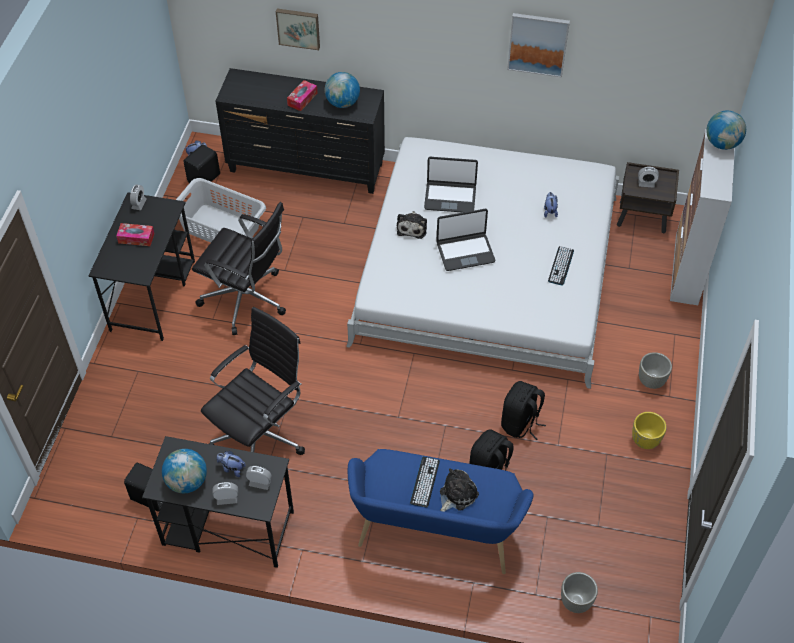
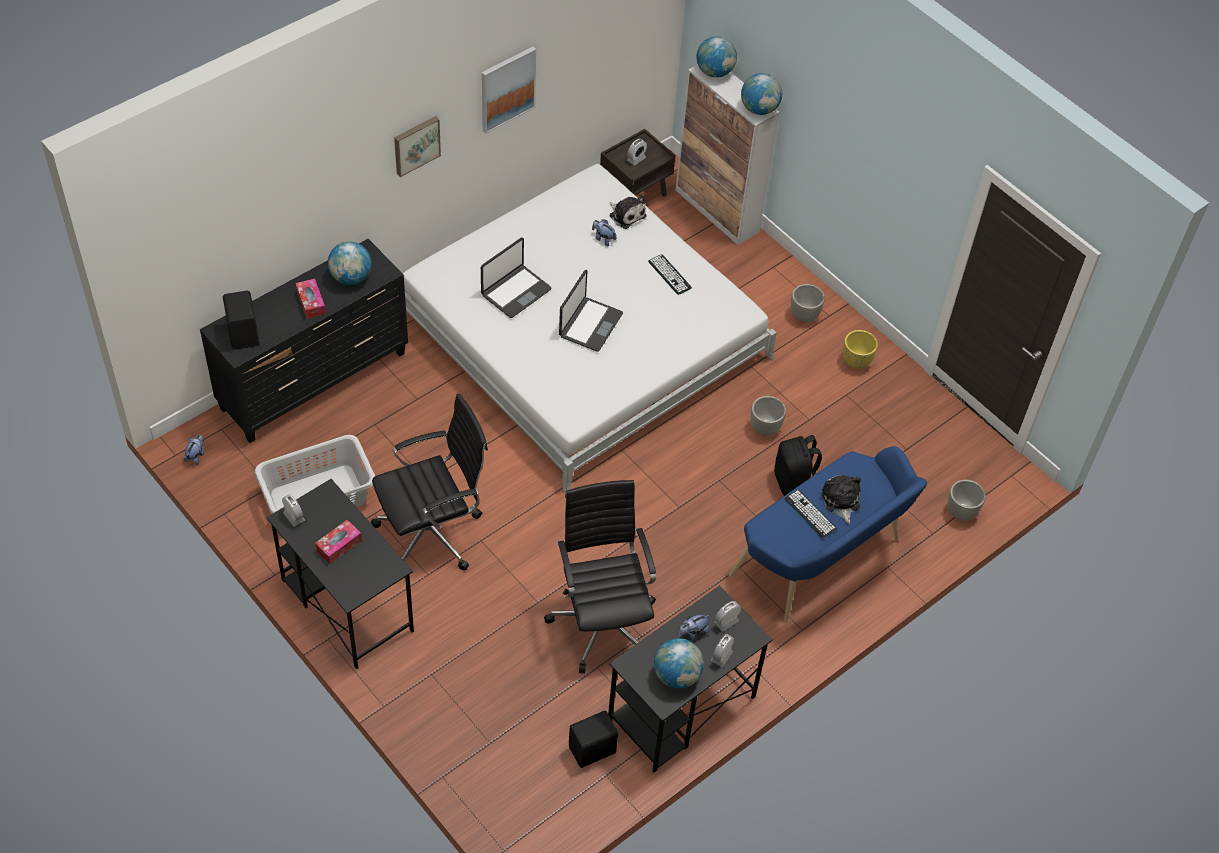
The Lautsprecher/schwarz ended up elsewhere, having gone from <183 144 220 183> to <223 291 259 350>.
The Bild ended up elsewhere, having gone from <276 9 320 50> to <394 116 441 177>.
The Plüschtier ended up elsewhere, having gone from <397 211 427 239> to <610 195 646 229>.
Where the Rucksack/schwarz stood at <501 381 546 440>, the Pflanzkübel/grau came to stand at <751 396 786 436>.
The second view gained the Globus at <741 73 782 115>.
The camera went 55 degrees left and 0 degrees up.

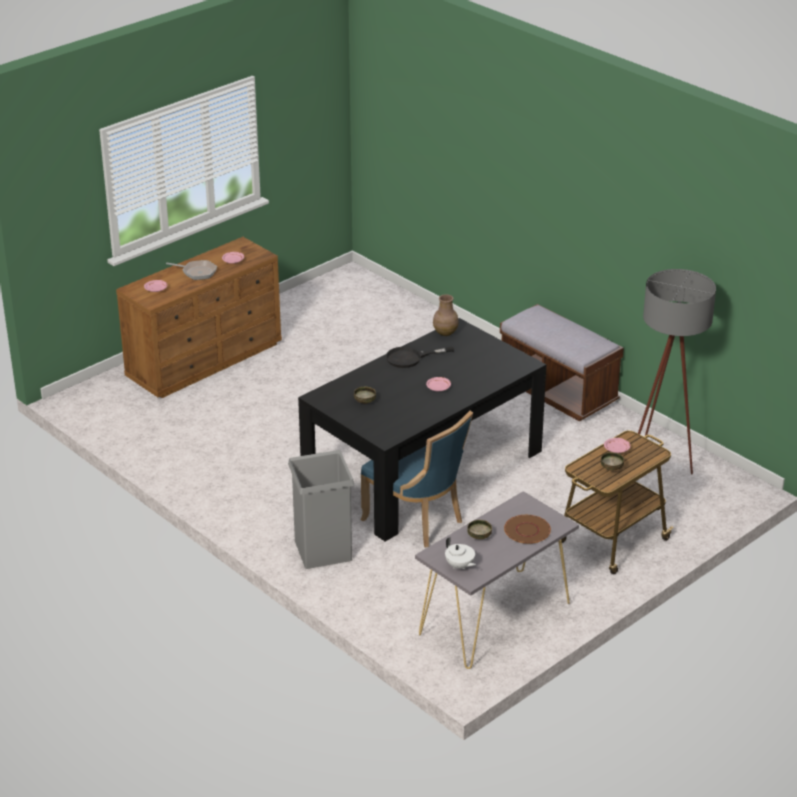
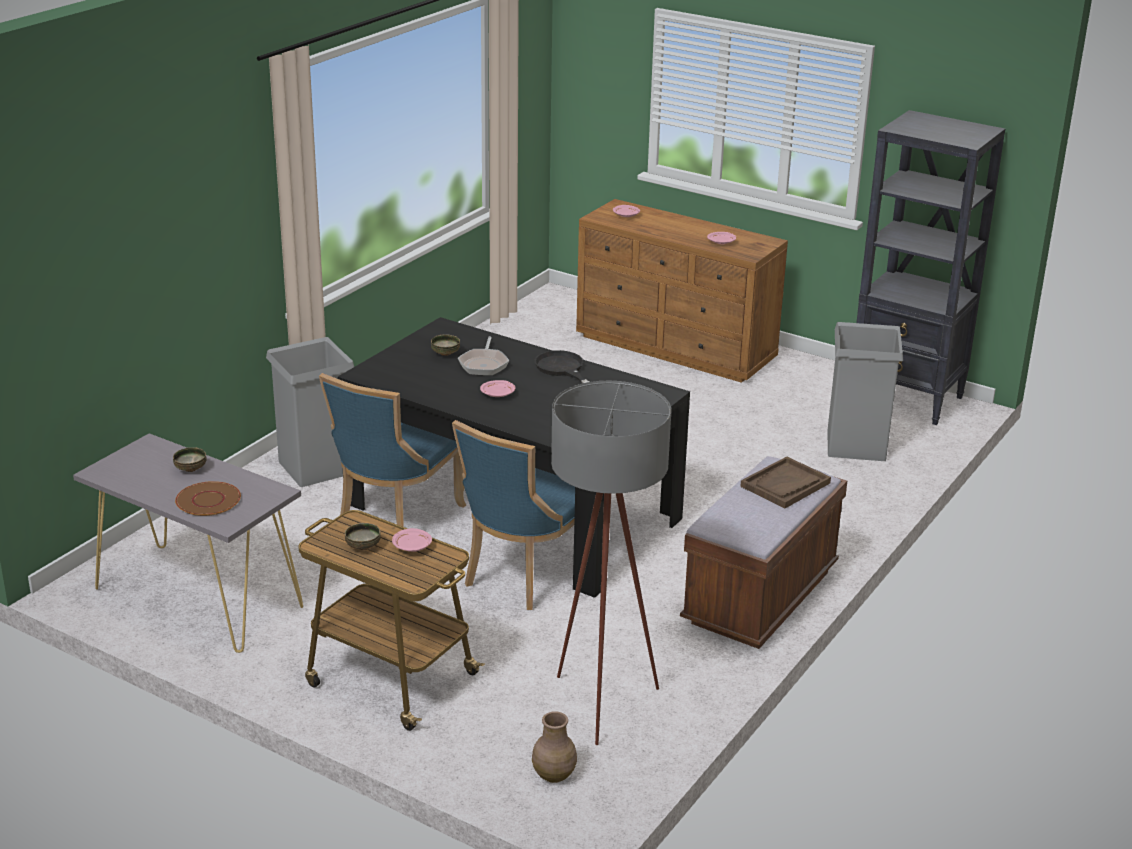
The Pfanne ended up elsewhere, having gone from <166 260 217 280> to <458 336 509 376>.
The Vase/braun ended up elsewhere, having gone from <433 294 459 336> to <532 711 577 783>.
The second view lost the Teekanne/weiß at <445 537 476 570>.
The second view gained the Stuhl/blau at <452 420 575 610>.
The second view gained the Tablett/braun at <740 456 831 509>.
The second view gained the Mülleimer/grau at <827 322 903 461>.
The second view gained the Bücherregal/schwarz at <856 110 1005 425>.
The camera went 75 degrees right and 5 degrees down.

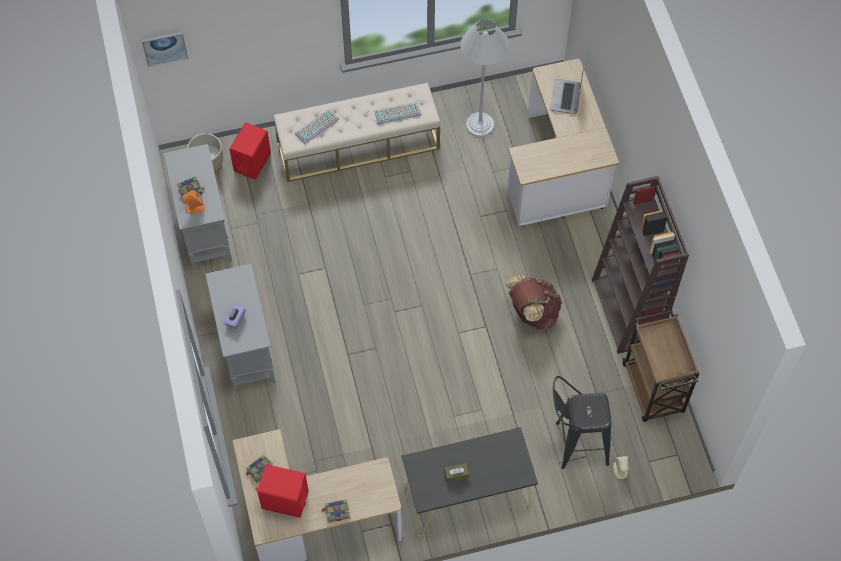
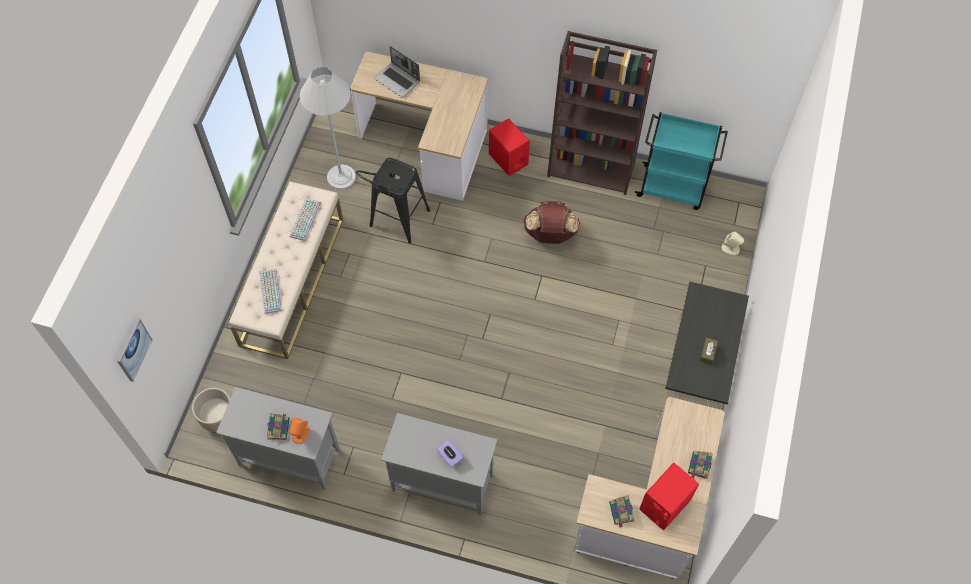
The Lautsprecher/rot ended up elsewhere, having gone from <229 123 271 180> to <489 118 530 176>.
The Hocker/schwarz ended up elsewhere, having gone from <553 376 611 469> to <356 158 430 243>.
What was the Rollwagen/braun at <622 310 700 422> turned into the Rollwagen/türkis at <635 112 728 210>.
The camera went 60 degrees left and 0 degrees up.

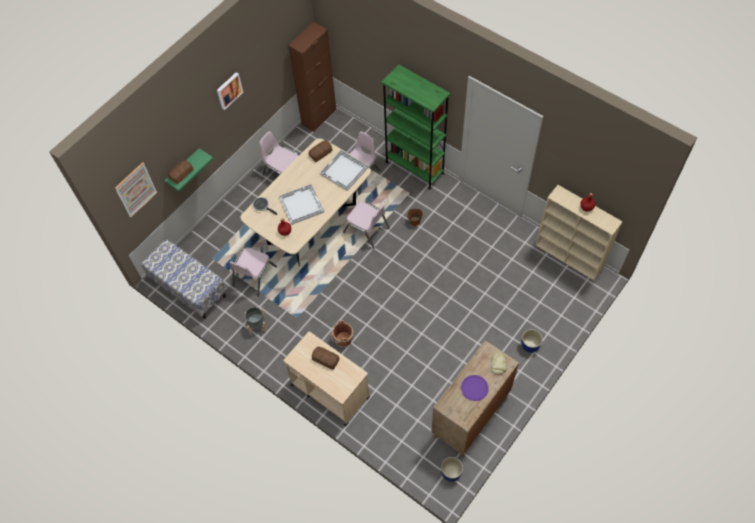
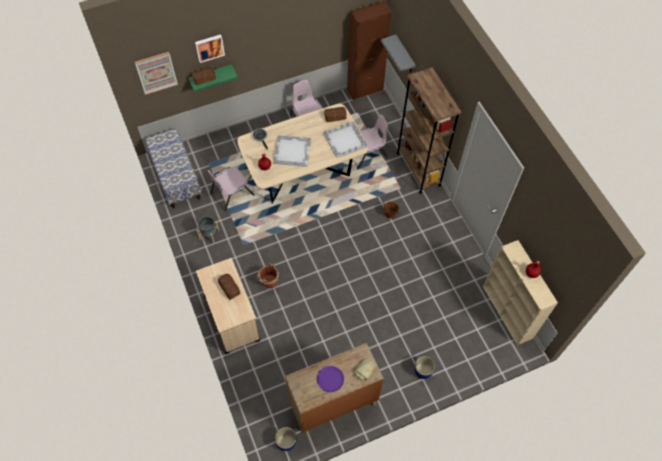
The Bild ended up elsewhere, having gone from <217 73 243 110> to <195 34 225 63>.
The second view lost the Stuhl/rosa at <343 201 390 249>.
What was the Bücherregal/grün at <381 64 450 189> turned into the Bücherregal/braun at <396 67 461 194>.
The second view gained the Wandregal/grau at <381 35 416 72>.
The camera went 25 degrees right and 0 degrees up.

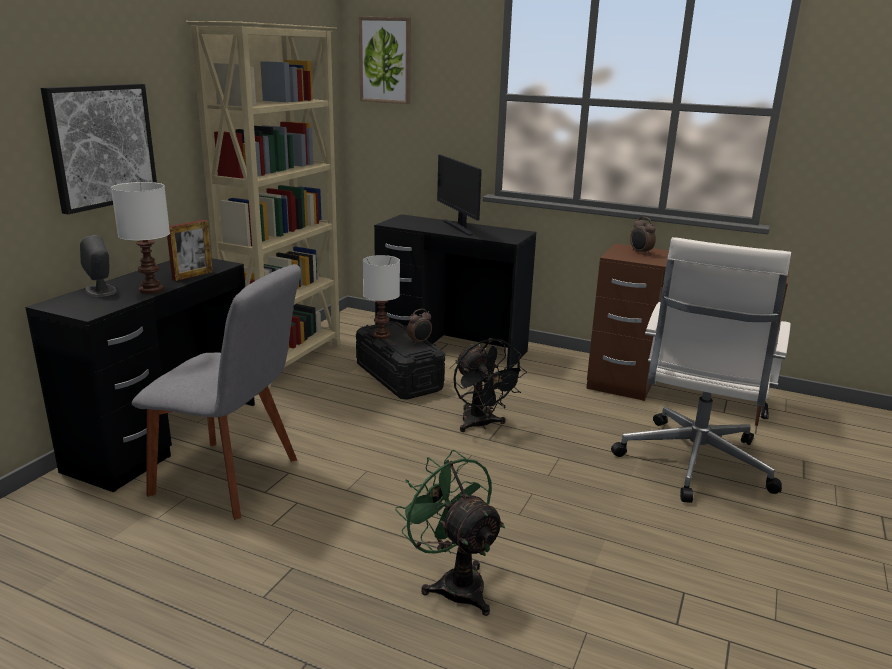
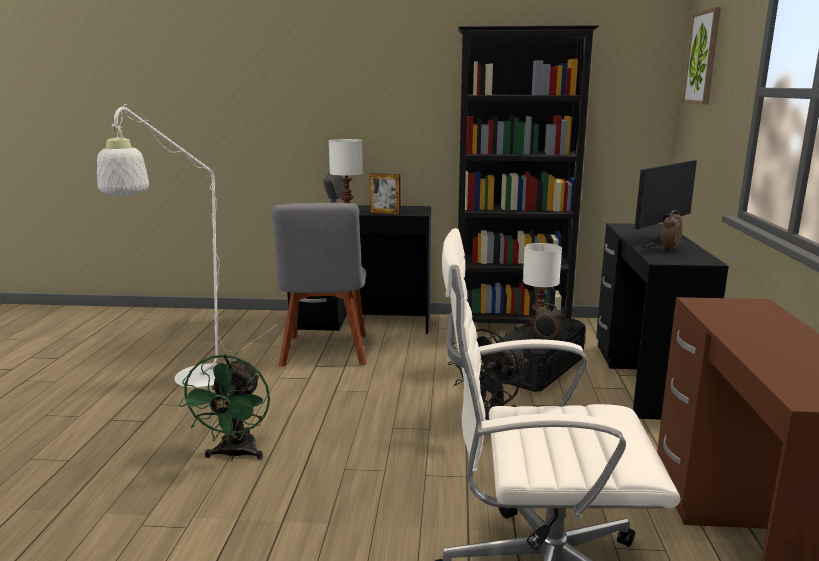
The second view lost the Bild at <41 84 157 214>.
What was the Bücherregal/beige at <186 21 340 388> turned into the Bücherregal/schwarz at <458 25 599 324>.
The Ventilator/grün at <395 450 505 616> ended up facing another way, 150 degrees clockwise from before.
The Wecker ended up elsewhere, having gone from <630 217 656 255> to <660 210 682 251>.
The second view gained the Stehlampe/weiß at <97 104 276 388>.
The camera went 70 degrees right and 5 degrees down.

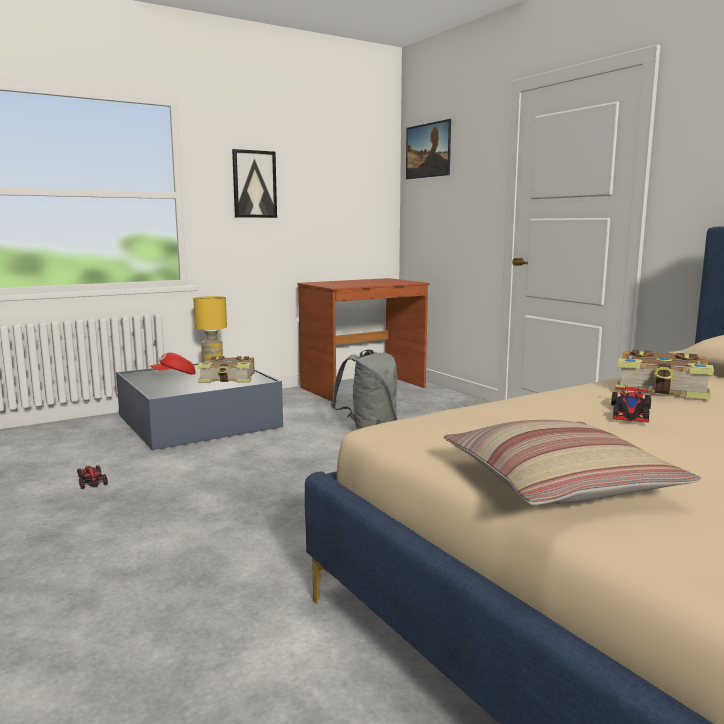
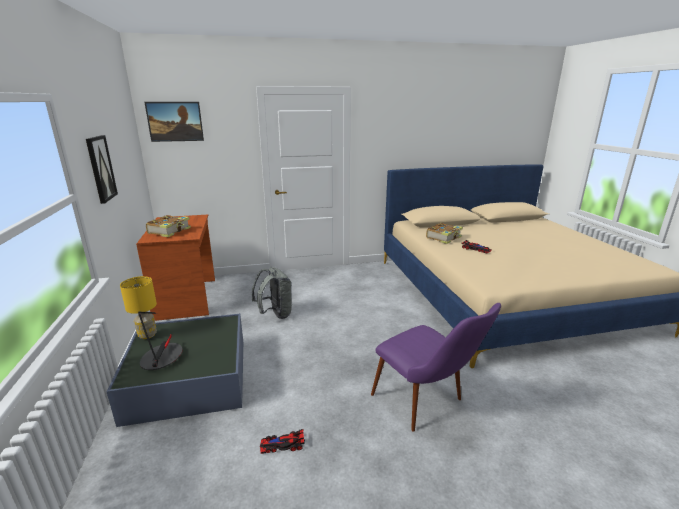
Where the Kappe/rot stood at <150 353 195 375>, the Tischlampe came to stand at <138 312 182 370>.
The Buch ended up elsewhere, having gone from <197 356 254 383> to <146 215 191 237>.
The second view lost the Kissen at <443 420 701 506>.
The second view gained the Stuhl/lila at <371 303 501 432>.
The camera went 70 degrees left and 10 degrees up.

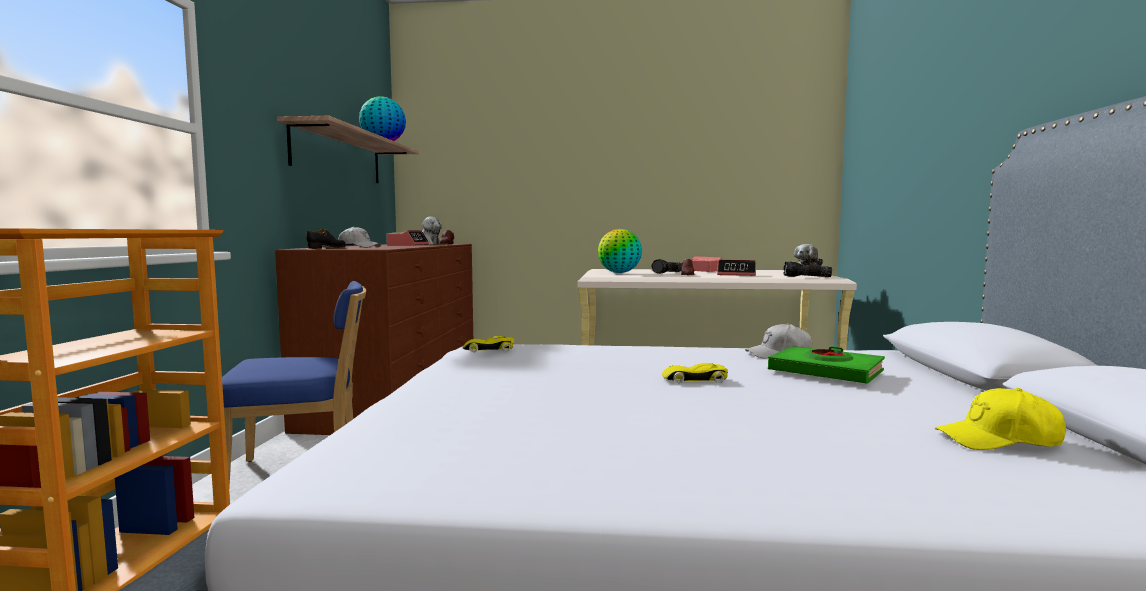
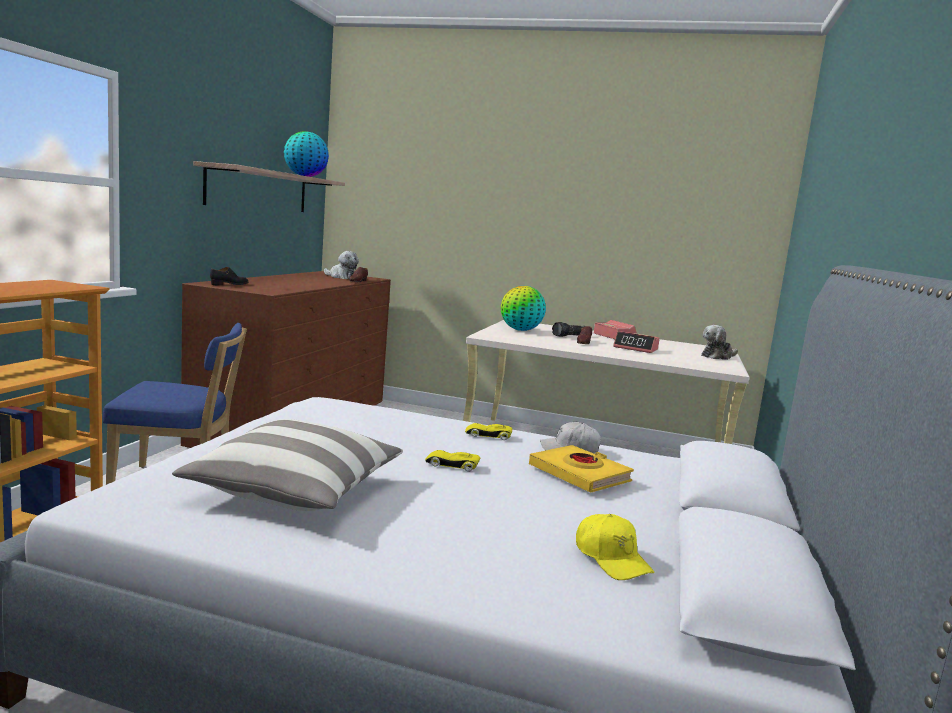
The second view lost the Kappe/weiß at <338 226 381 248>.
The second view lost the Wecker at <386 230 429 246>.
The Spielzeugauto/gelb ended up elsewhere, having gone from <463 336 514 352> to <465 423 512 440>.
What was the Buch/grün at <768 346 885 384> turned into the Buch/gelb at <529 445 634 493>.
The second view lost the Taschenlampe at <783 261 832 277>.
The Kappe/gelb at <935 388 1066 450> ended up facing another way, 135 degrees counterclockwise from before.
The second view gained the Kissen at <172 419 403 511>.
The camera went 10 degrees right and 5 degrees up.

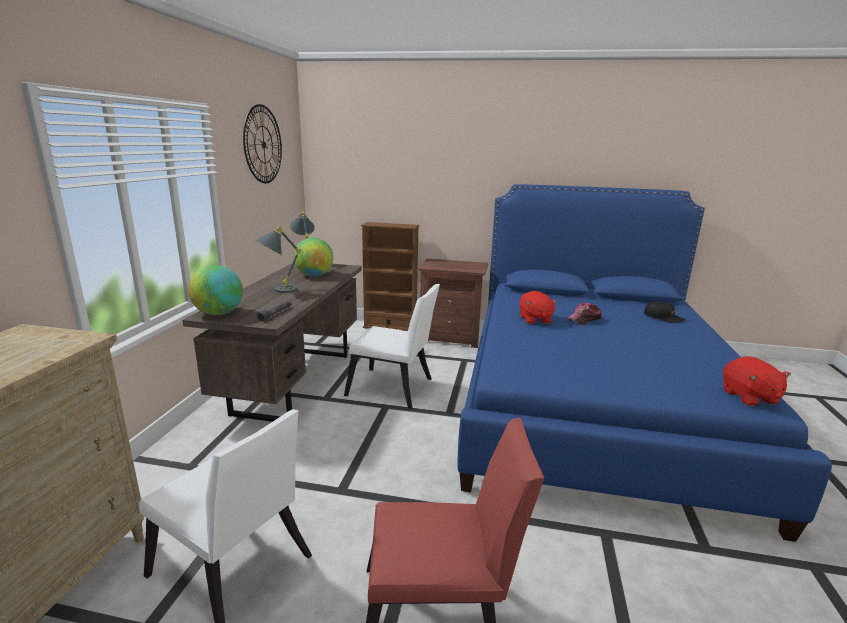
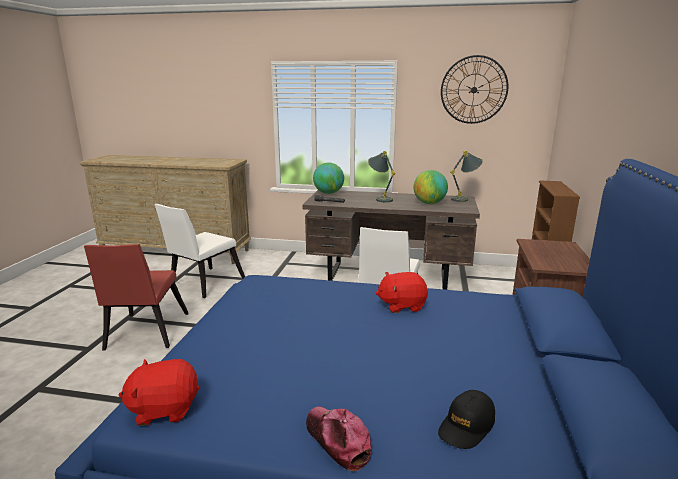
The Kappe ended up elsewhere, having gone from <566 303 602 325> to <306 406 372 472>.
The camera went 90 degrees right and 0 degrees up.

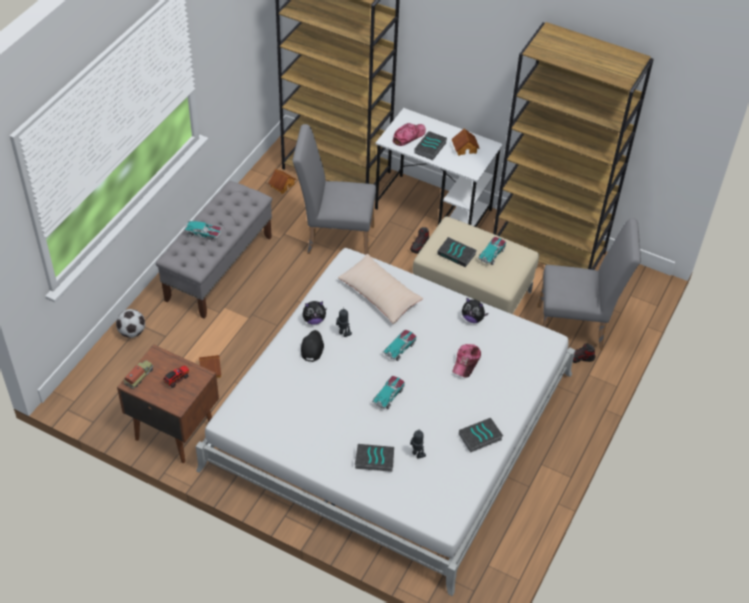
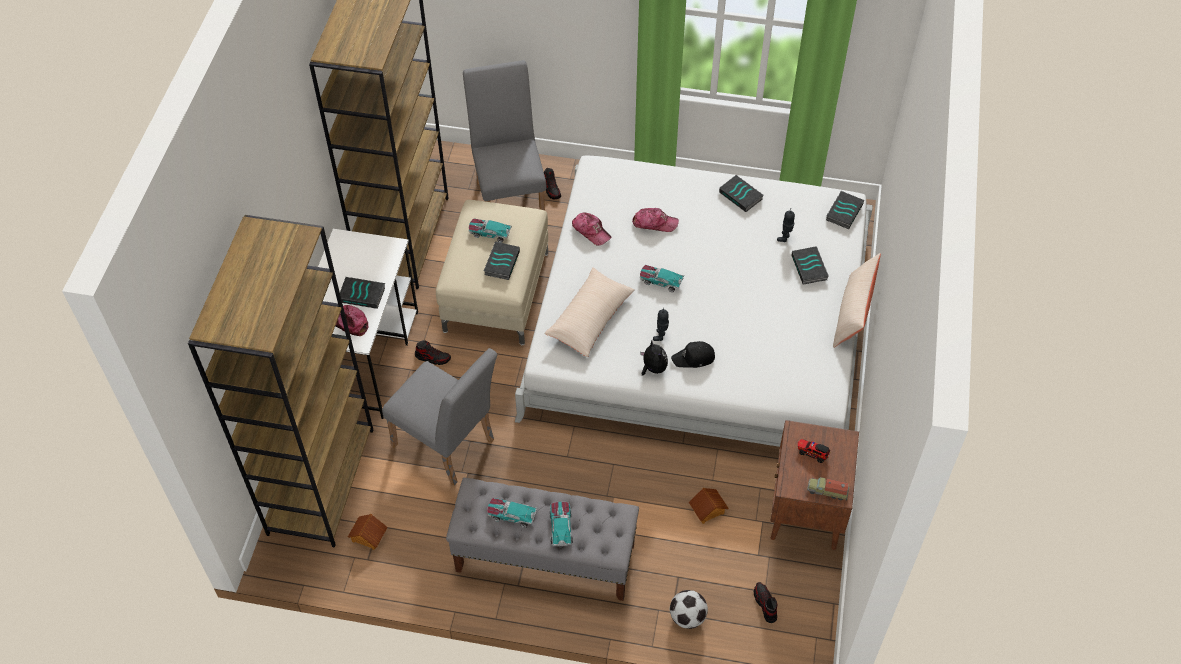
The Stuhl/grau at <293 124 376 255> ended up facing another way, 45 degrees counterclockwise from before.
The Spielzeugauto ended up elsewhere, having gone from <372 376 405 409> to <487 498 537 528>.
The second view lost the Spielzeughaus at <452 128 480 156>.
Where the Plüschtier stood at <462 298 488 323>, the Kappe came to stand at <572 213 612 246>.
The second view gained the Schuh at <754 582 778 623>.
The second view gained the Buch at <826 191 864 229>.
The second view gained the Kissen/beige at <833 253 881 348>.
The camera went 105 degrees left and 5 degrees up.

